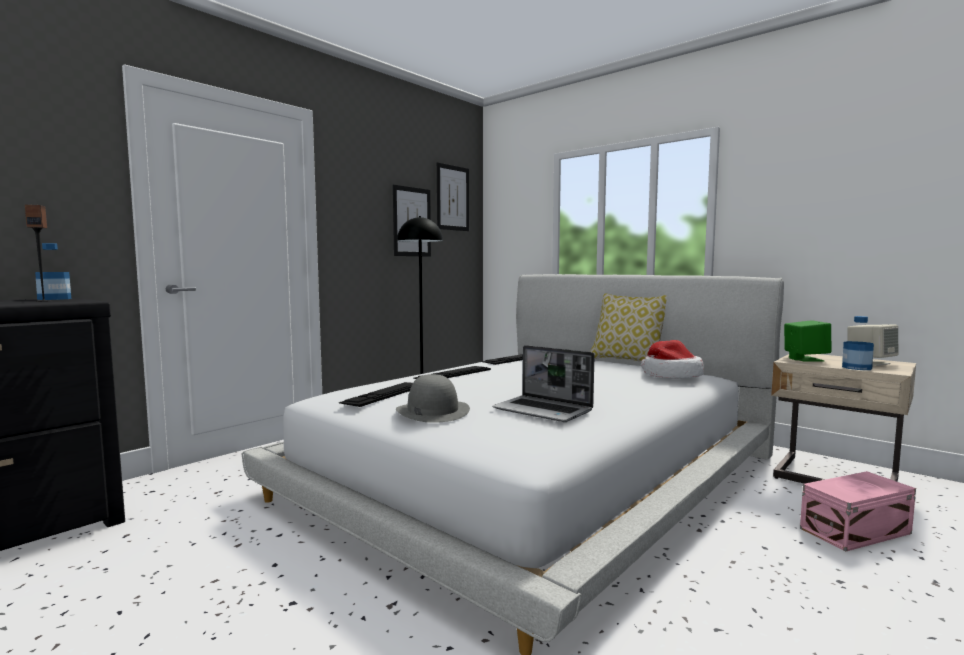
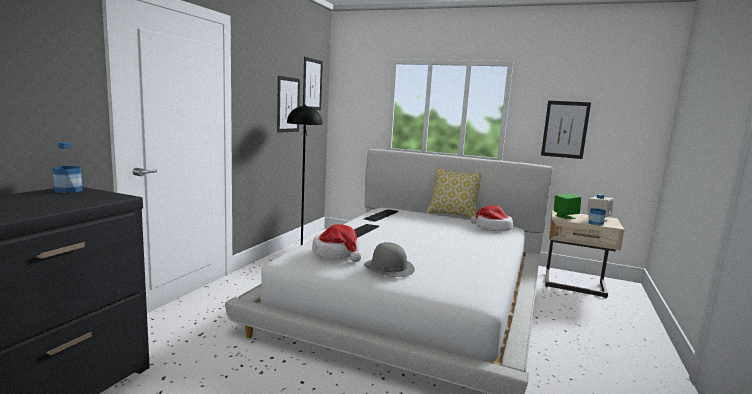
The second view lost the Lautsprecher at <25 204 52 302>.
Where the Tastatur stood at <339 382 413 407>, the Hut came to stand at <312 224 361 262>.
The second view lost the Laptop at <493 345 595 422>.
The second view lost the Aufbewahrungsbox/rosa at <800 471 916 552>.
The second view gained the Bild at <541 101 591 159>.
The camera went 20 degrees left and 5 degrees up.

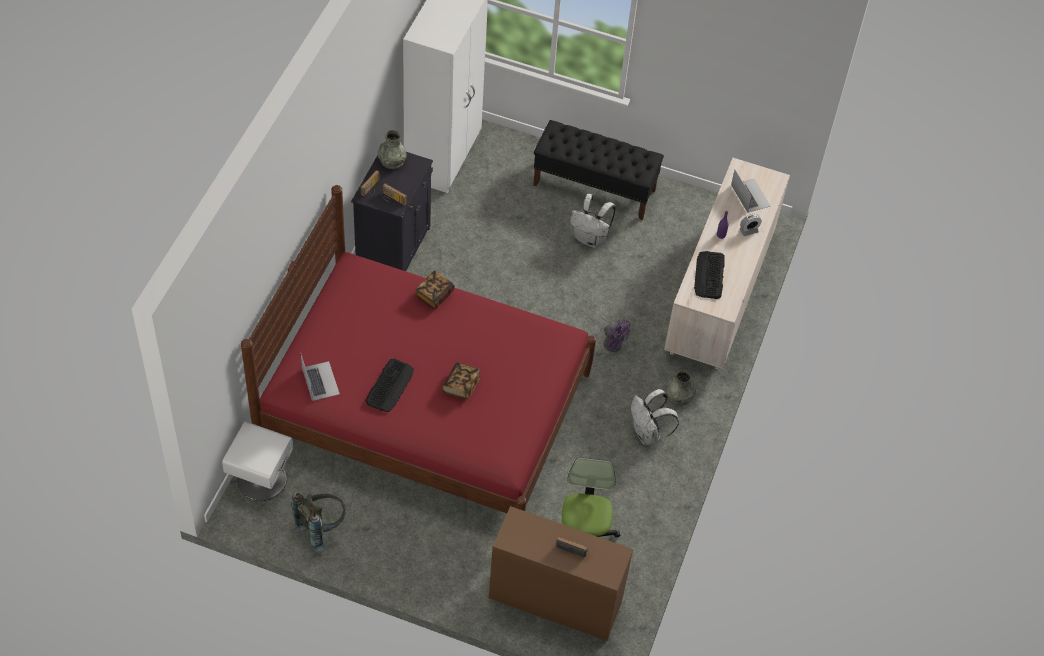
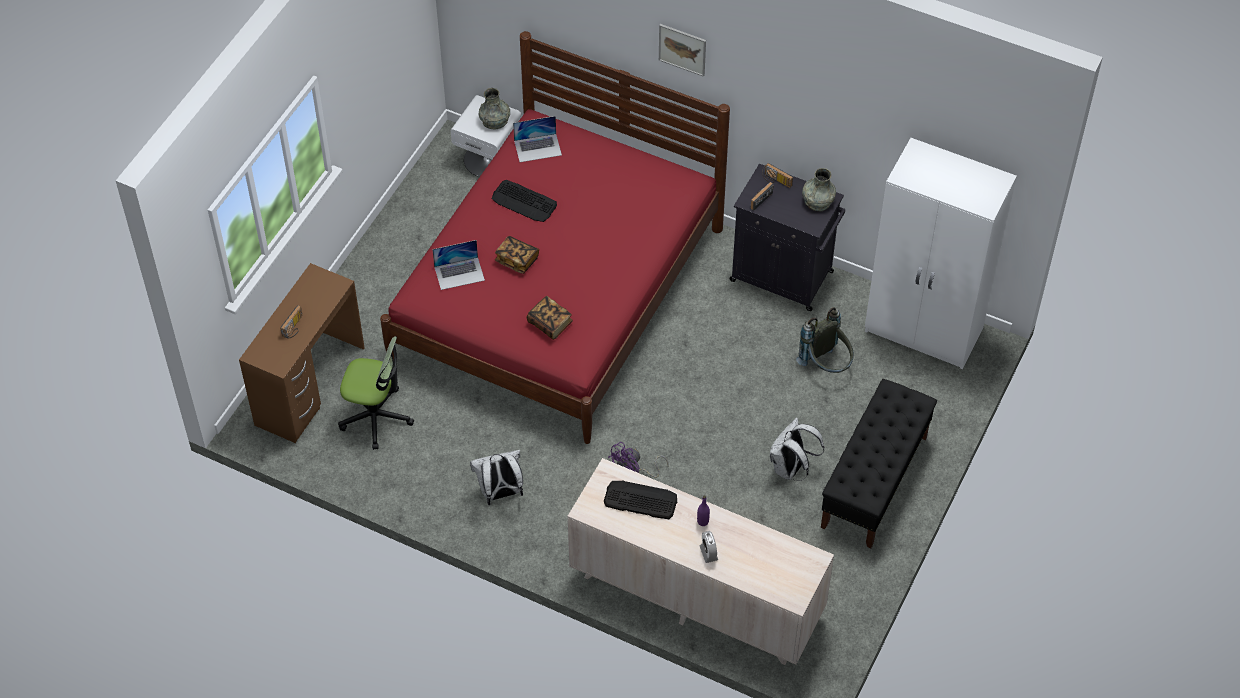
The Rucksack/grau ended up elsewhere, having gone from <291 492 346 552> to <796 307 854 373>.
The Buch ended up elsewhere, having gone from <415 271 454 309> to <527 296 573 340>.
The Vase/grau ended up elsewhere, having gone from <667 370 696 405> to <479 88 510 130>.
The Laptop ended up elsewhere, having gone from <731 170 770 213> to <432 240 485 290>.
The second view gained the Bild at <659 24 706 77>.
The camera went 100 degrees right and 0 degrees up.

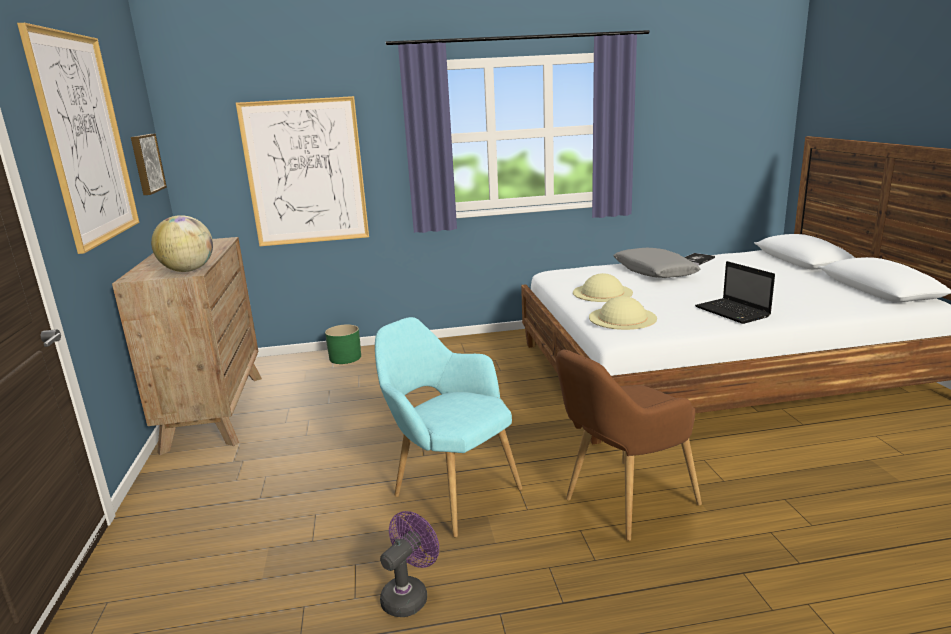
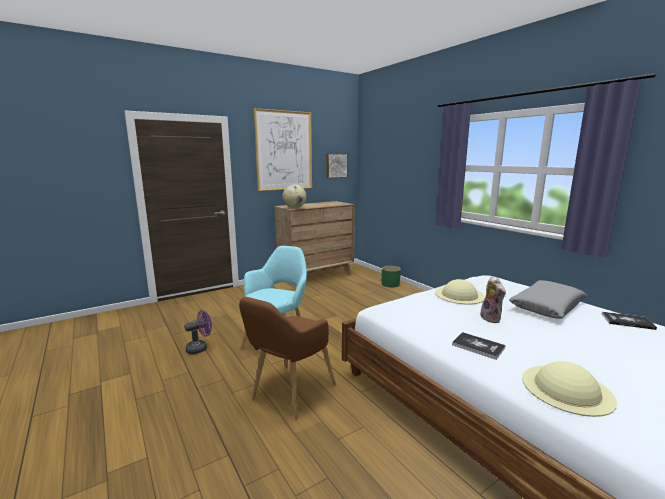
The second view lost the Bild at <236 96 369 246>.
The Ventilator/lila at <380 511 439 617> ended up facing another way, 45 degrees counterclockwise from before.
The Sessel/braun at <555 350 702 541> ended up facing another way, 90 degrees counterclockwise from before.
The Hut/beige ended up elsewhere, having gone from <589 296 657 330> to <522 361 617 417>.
Where the Laptop stood at <695 261 775 324>, the Buch came to stand at <452 332 505 360>.
The second view gained the Plüschtier at <480 276 506 323>.
The camera went 65 degrees right and 5 degrees down.

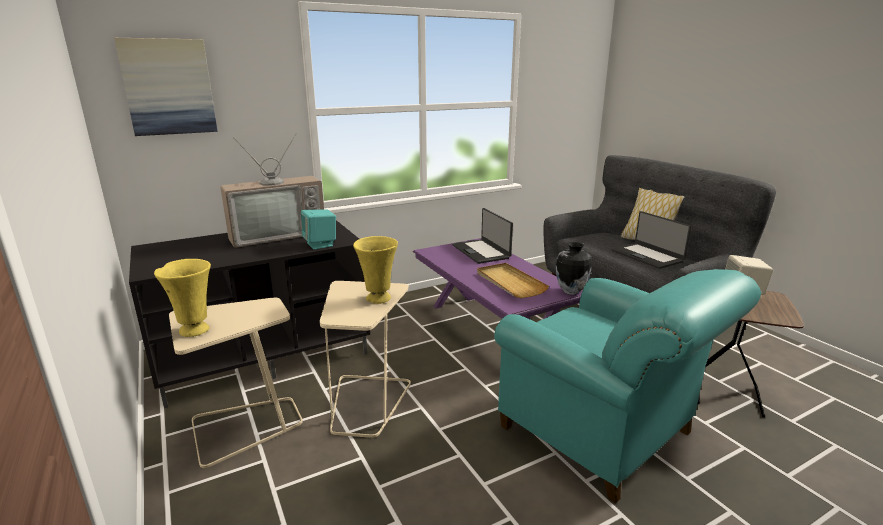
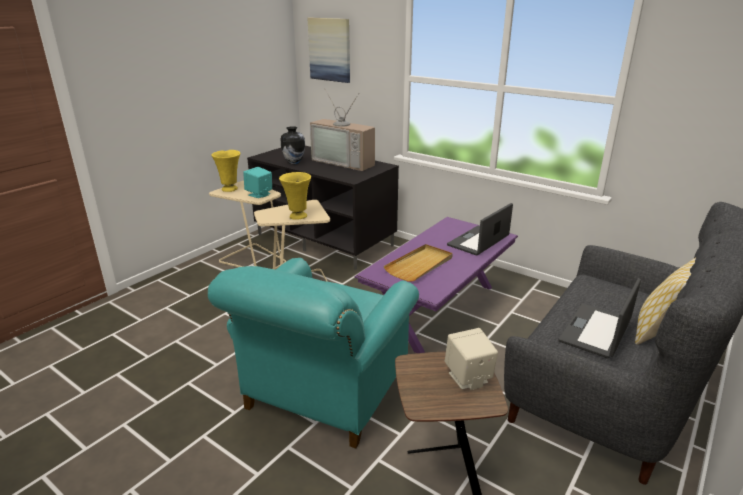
The Lautsprecher/türkis ended up elsewhere, having gone from <301 209 336 250> to <243 167 272 198>.
The Vase ended up elsewhere, having gone from <556 242 592 295> to <281 126 305 164>.
The camera went 65 degrees right and 5 degrees up.

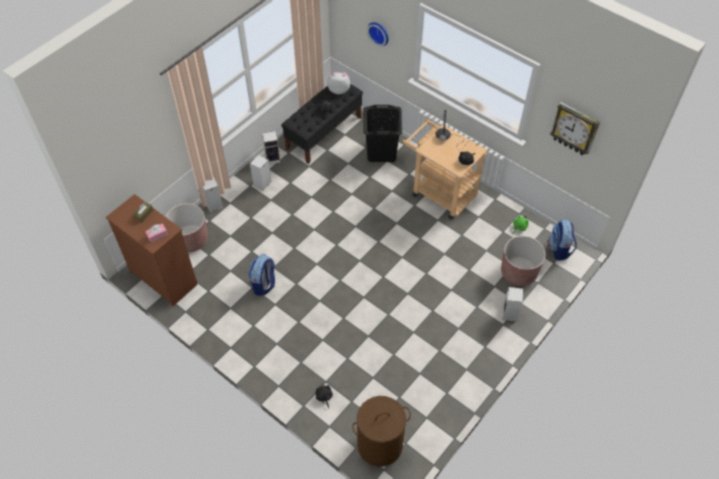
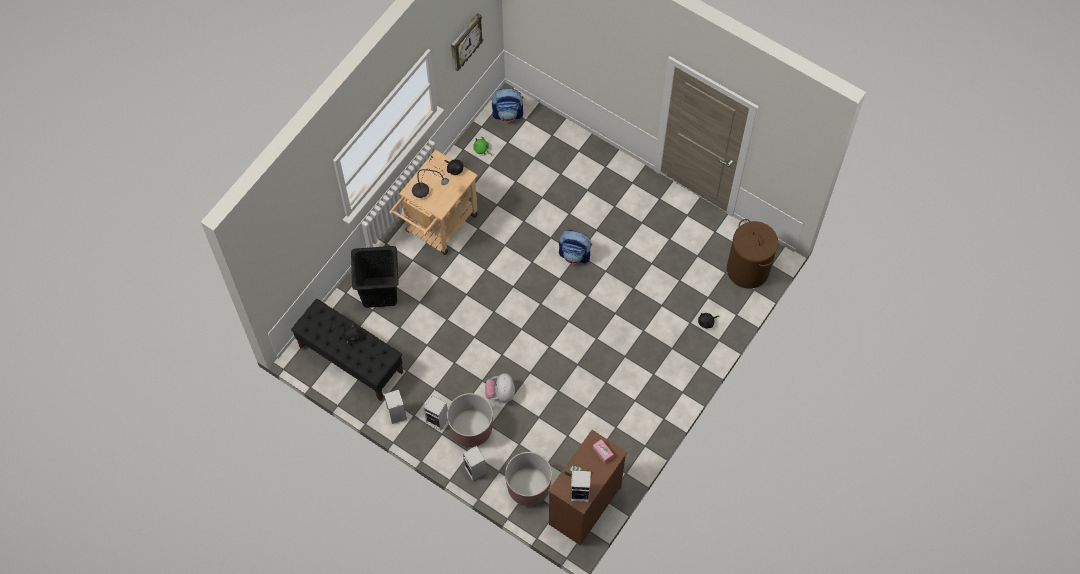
The Rucksack ended up elsewhere, having gone from <248 254 275 296> to <559 230 592 264>.
The Plüschtier ended up elsewhere, having gone from <327 72 350 95> to <485 373 515 403>.
The second view lost the Wanduhr at <367 22 389 46>.
The Pflanzkübel/braun ended up elsewhere, having gone from <501 236 546 286> to <447 393 493 447>.
The Lautsprecher ended up elsewhere, having gone from <502 287 523 322> to <570 470 591 502>.
The camera went 95 degrees left and 10 degrees up.

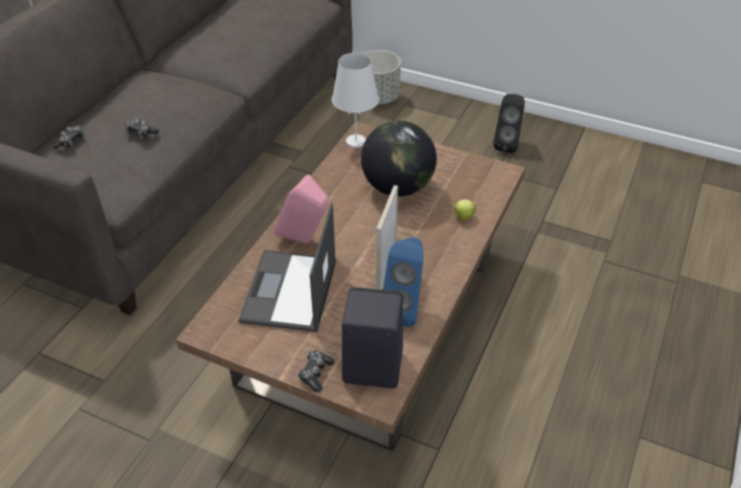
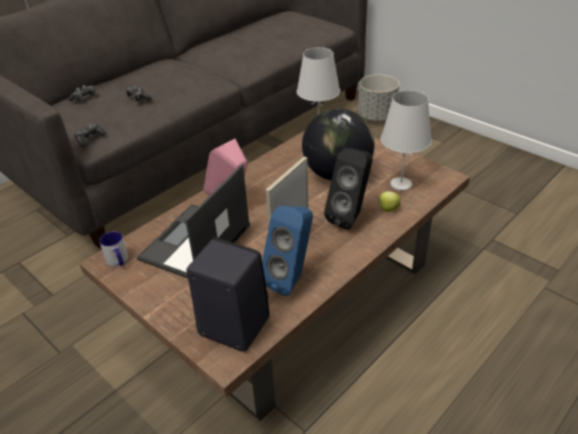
The Gamepad ended up elsewhere, having gone from <298 350 335 392> to <74 123 106 147>.
The Lautsprecher/schwarz ended up elsewhere, having gone from <493 94 525 153> to <324 148 373 230>.
The second view gained the Henkelbecher at <99 231 128 267>.
The second view gained the Tischlampe/weiß at <381 90 432 191>.
The camera went 20 degrees right and 5 degrees down.

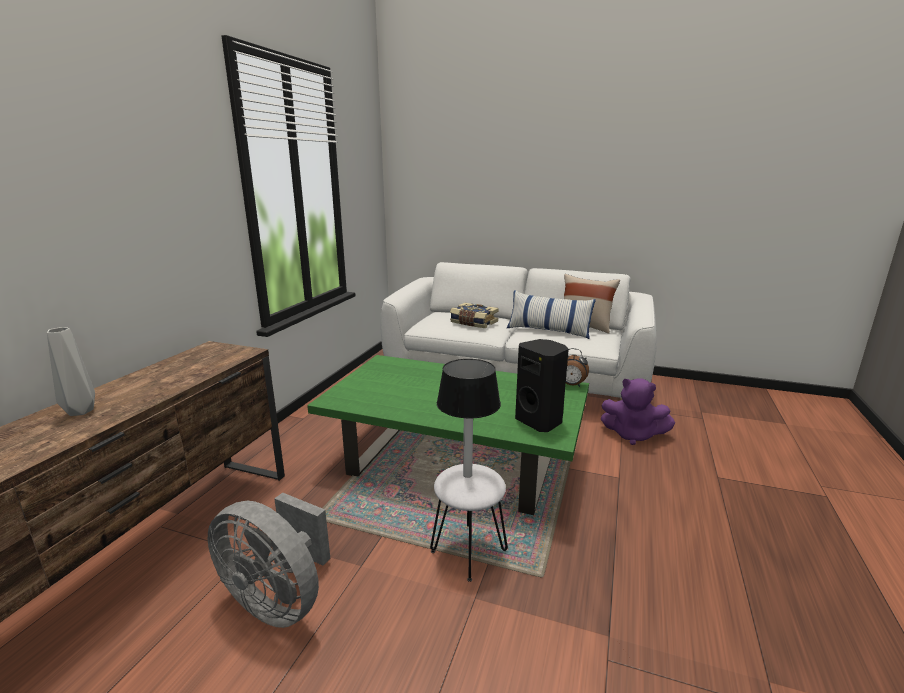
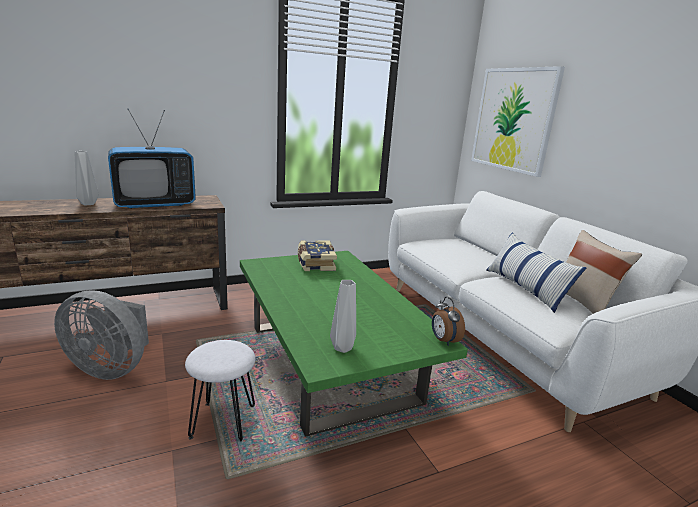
The Ventilator/grau at <208 493 330 628> ended up facing another way, 60 degrees counterclockwise from before.
The second view lost the Tischlampe at <437 359 501 478>.
The Buch ended up elsewhere, having gone from <450 303 499 328> to <298 240 337 271>.
Where the Lautsprecher/schwarz stood at <515 339 569 432>, the Vase/grau came to stand at <330 280 356 353>.
The second view lost the Plüschtier/lila at <601 378 675 445>.
The second view gained the Fernseher at <108 109 196 209>.
The second view gained the Bild at <471 66 565 177>.
The camera went 45 degrees right and 0 degrees up.

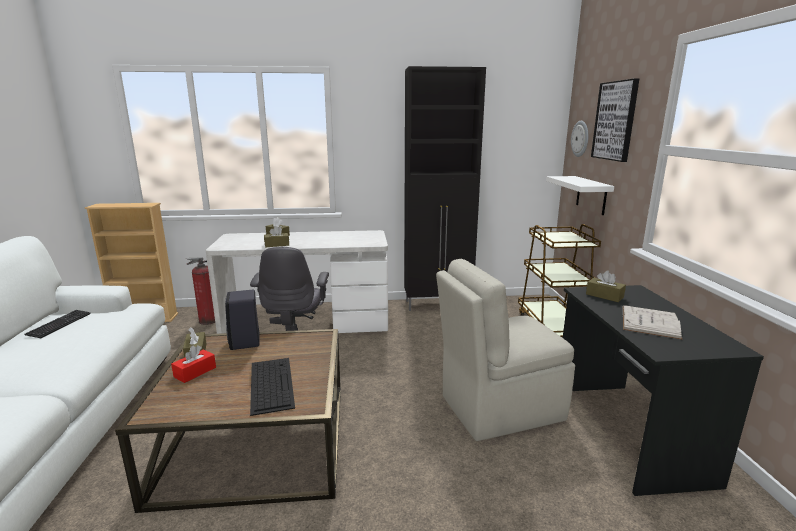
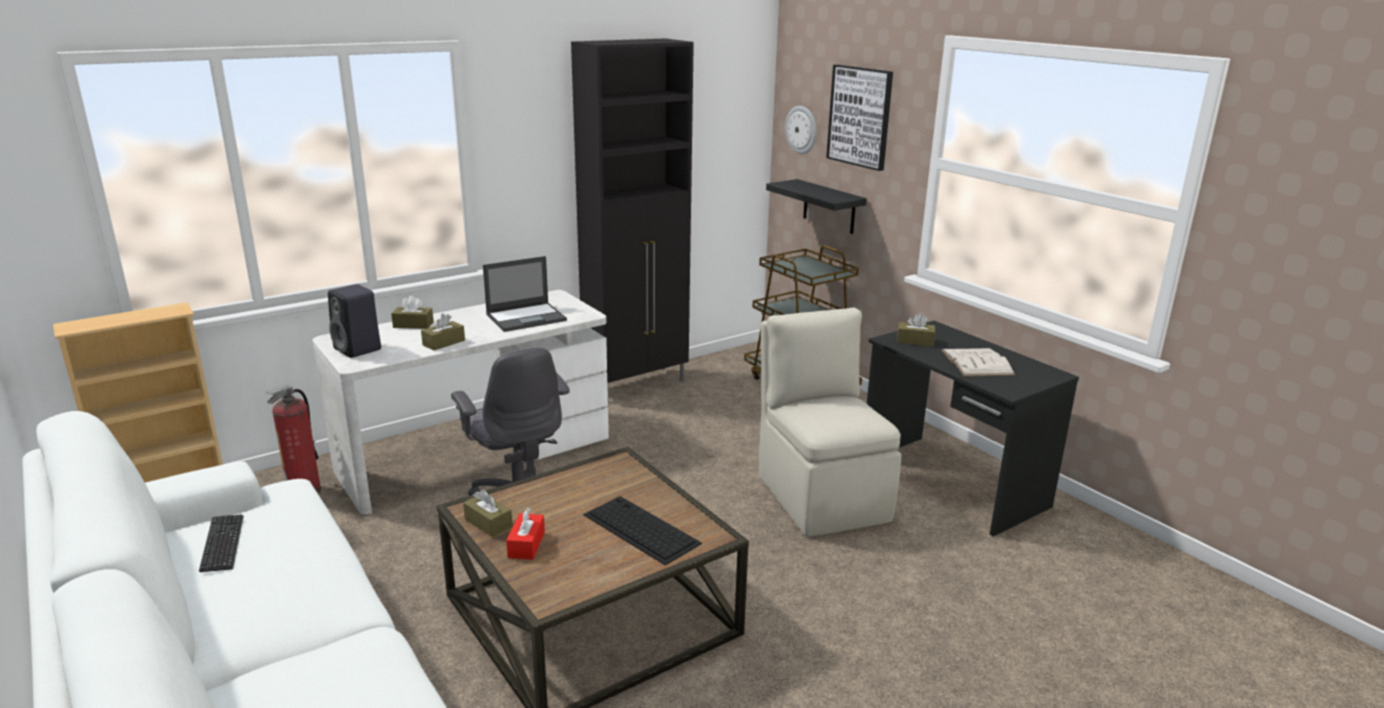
The Lautsprecher/schwarz ended up elsewhere, having gone from <225 290 260 350> to <328 284 381 358>.
The Stuhl/beige at <436 259 575 441> ended up facing another way, 120 degrees clockwise from before.
What was the Wandregal/weiß at <546 176 614 215> turned into the Wandregal/schwarz at <766 179 867 234>.
The second view gained the Laptop at <483 256 567 332>.
The camera went 30 degrees left and 5 degrees up.

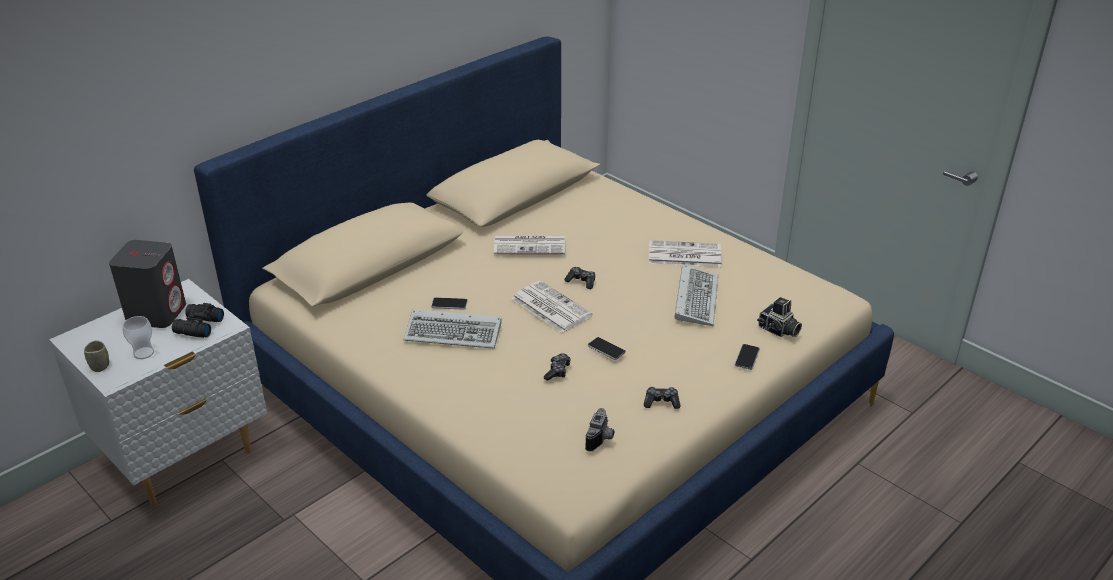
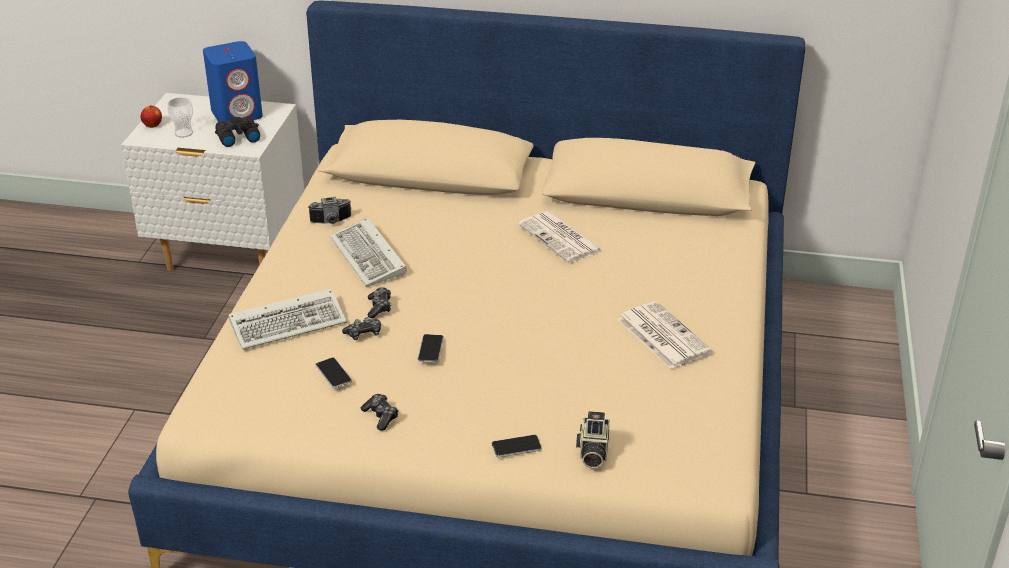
Where the Tasse stood at <84 340 109 372>, the Apfel came to stand at <141 105 162 128>.
What was the Lautsprecher/grau at <109 240 186 328> turned into the Lautsprecher/blau at <203 41 263 122>.
The Handy ended up elsewhere, having gone from <431 297 468 310> to <315 358 352 388>.
The second view lost the Zeitung at <512 281 592 333>.
The Gamepad ended up elsewhere, having gone from <564 267 595 289> to <368 287 391 318>.
The Kamera ended up elsewhere, having gone from <585 408 614 452> to <308 197 351 224>.
The Tastatur ended up elsewhere, having gone from <674 264 718 326> to <229 289 347 350>.
The camera went 55 degrees right and 0 degrees up.

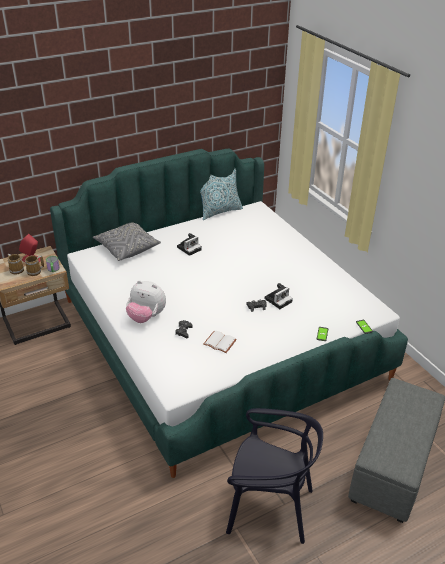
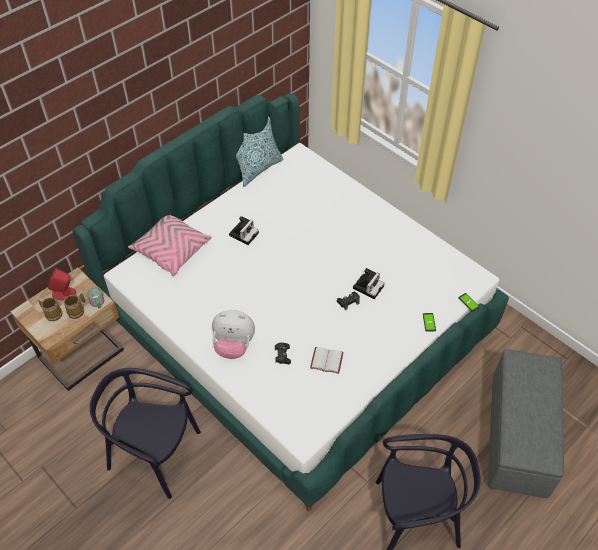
What was the Kissen/grau at <93 222 161 261> turned into the Kissen/rosa at <128 215 212 276>.
The second view gained the Stuhl/schwarz at <90 368 201 499>.
The camera went 15 degrees left and 15 degrees up.

